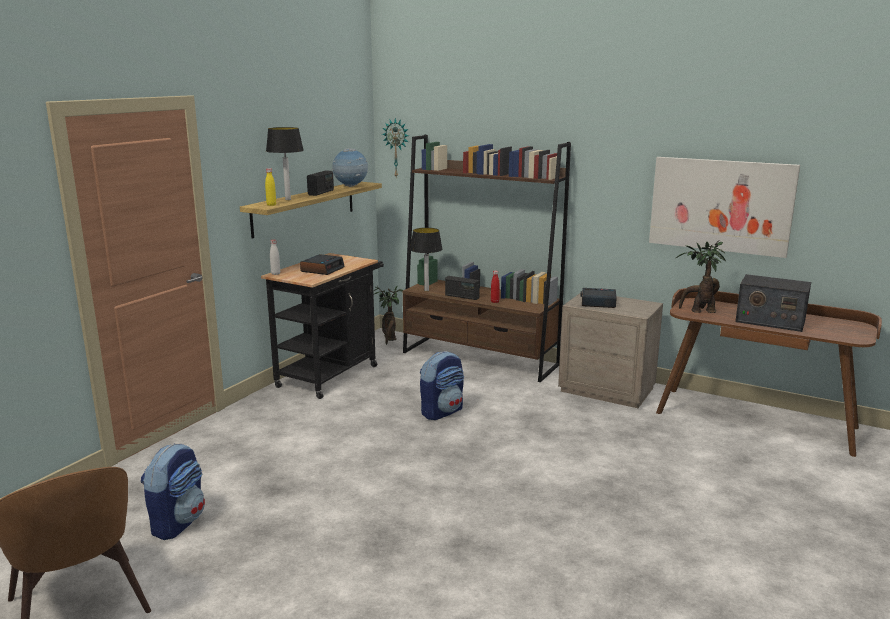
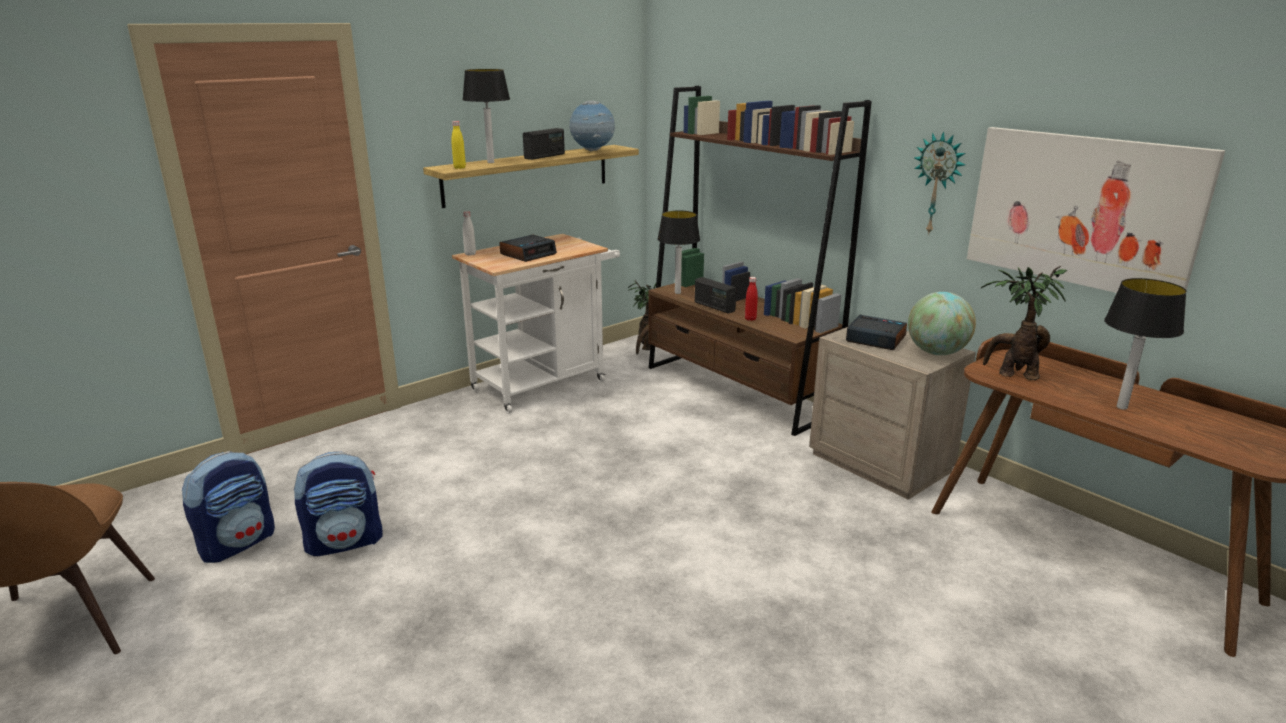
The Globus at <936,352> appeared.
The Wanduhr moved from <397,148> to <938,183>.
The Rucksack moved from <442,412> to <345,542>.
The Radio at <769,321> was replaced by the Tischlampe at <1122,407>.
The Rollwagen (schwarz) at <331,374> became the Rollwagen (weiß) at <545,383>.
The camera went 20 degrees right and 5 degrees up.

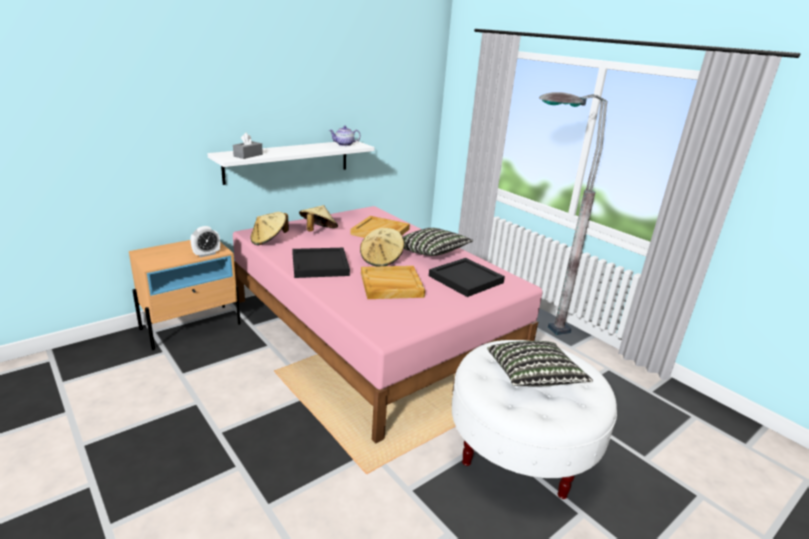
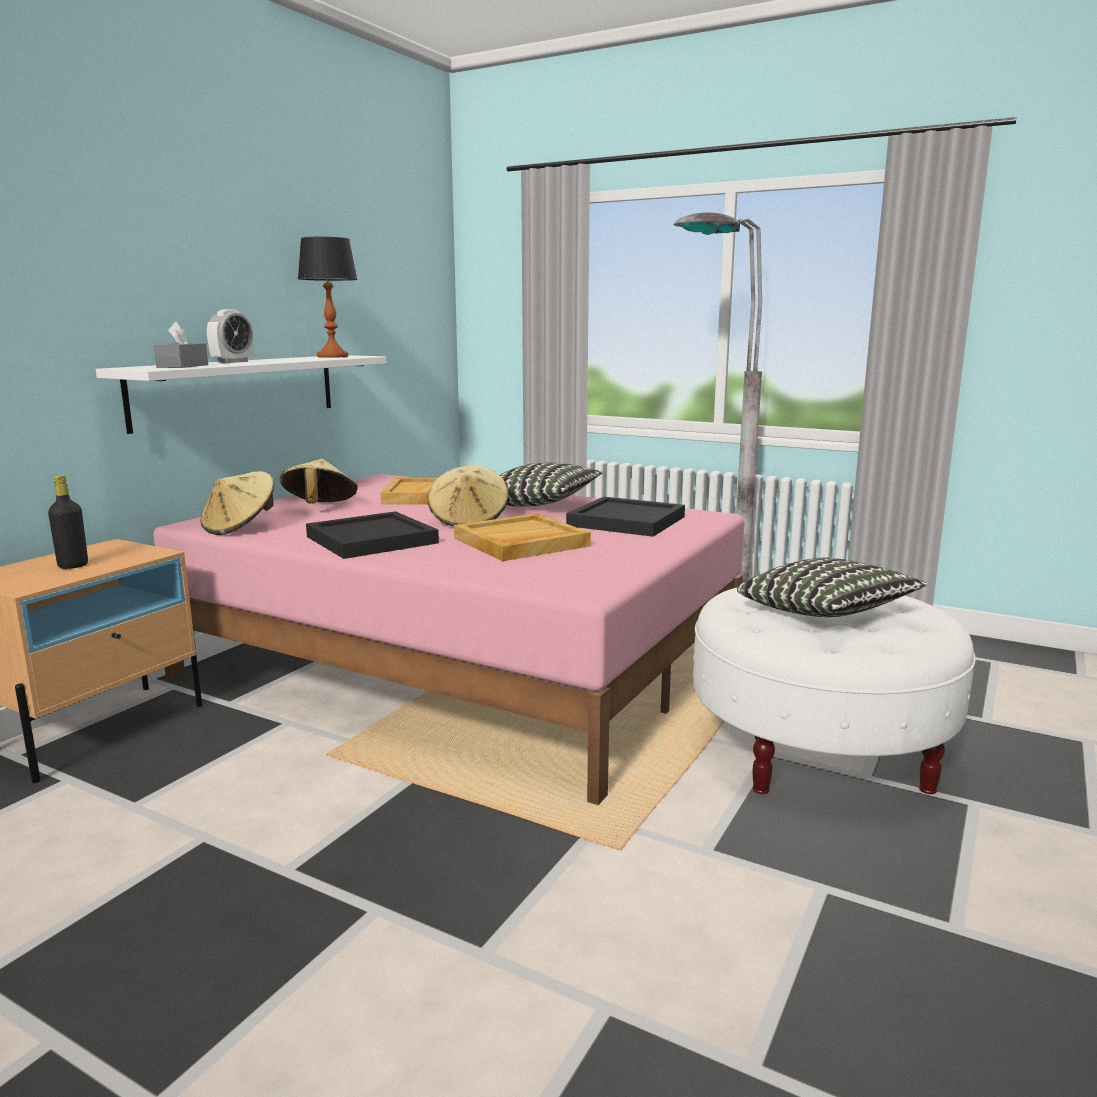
The Flasche (schwarz) at <73,566> appeared.
The Wecker moved from <206,254> to <232,362>.
The Teekanne at <344,144> was replaced by the Tischlampe at <333,356>.
The camera went 20 degrees left and 10 degrees down.

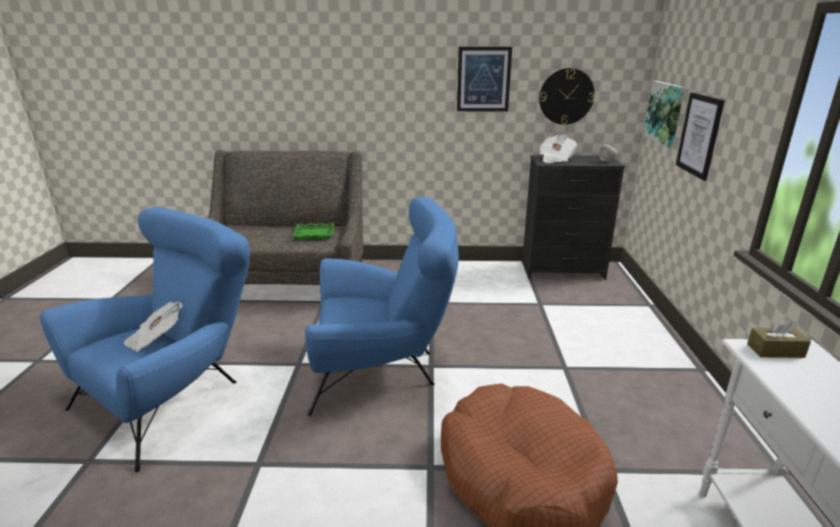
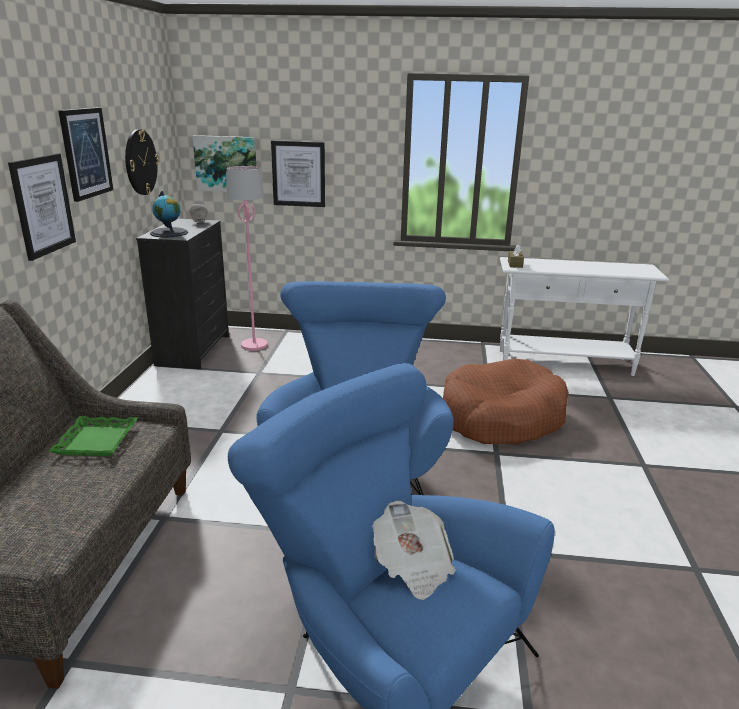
The Bild at <43,205> appeared.
The Stehlampe (rosa) at <254,345> appeared.
The Zeitung at <555,159> was replaced by the Globus at <169,233>.
The camera went 85 degrees left and 0 degrees up.

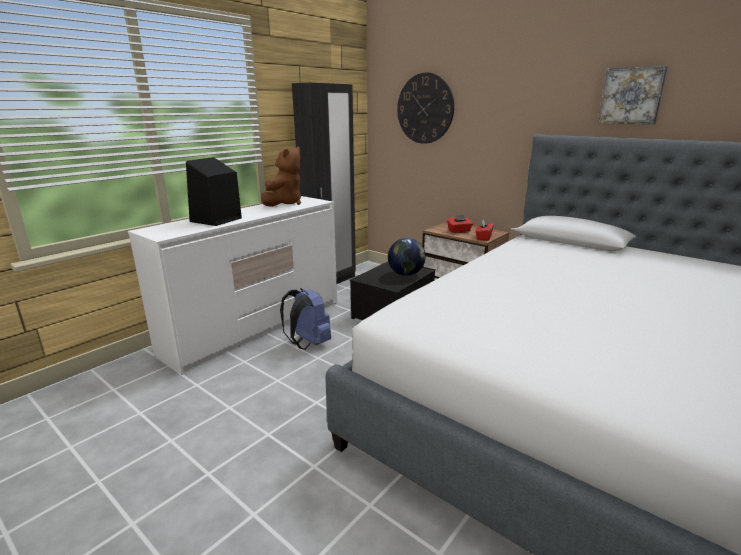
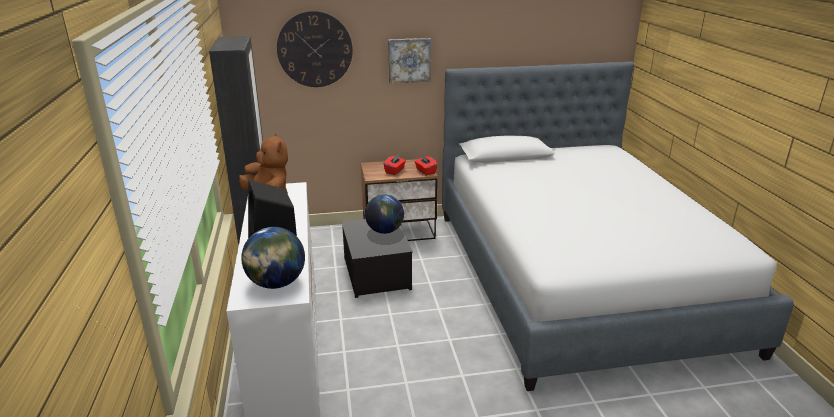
The Rucksack (blau) at <308,344> disappeared.
The Globus at <276,283> appeared.
The Bild moved from <631,96> to <409,60>.
The camera went 50 degrees left and 5 degrees up.

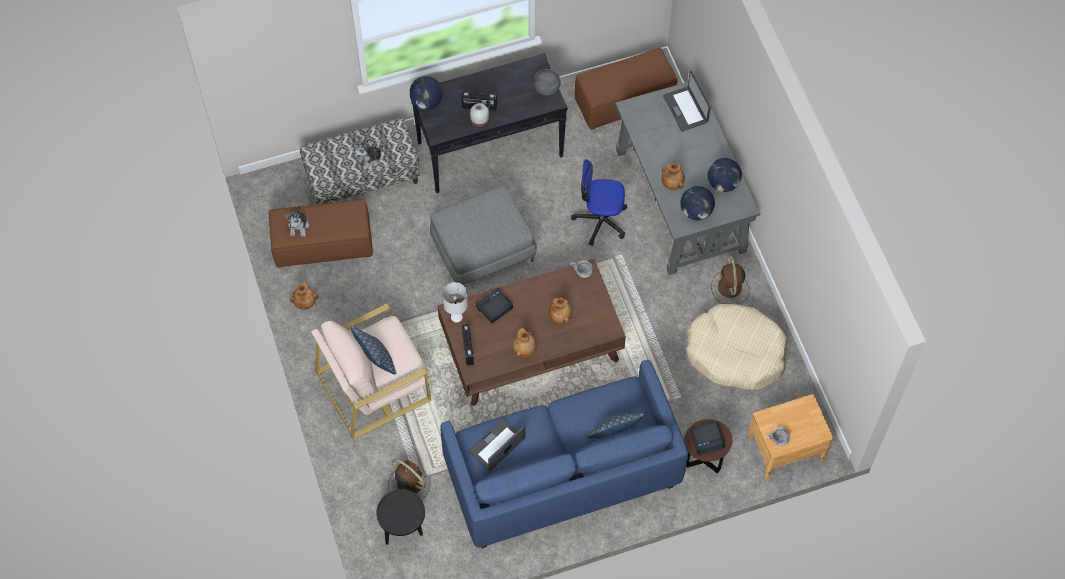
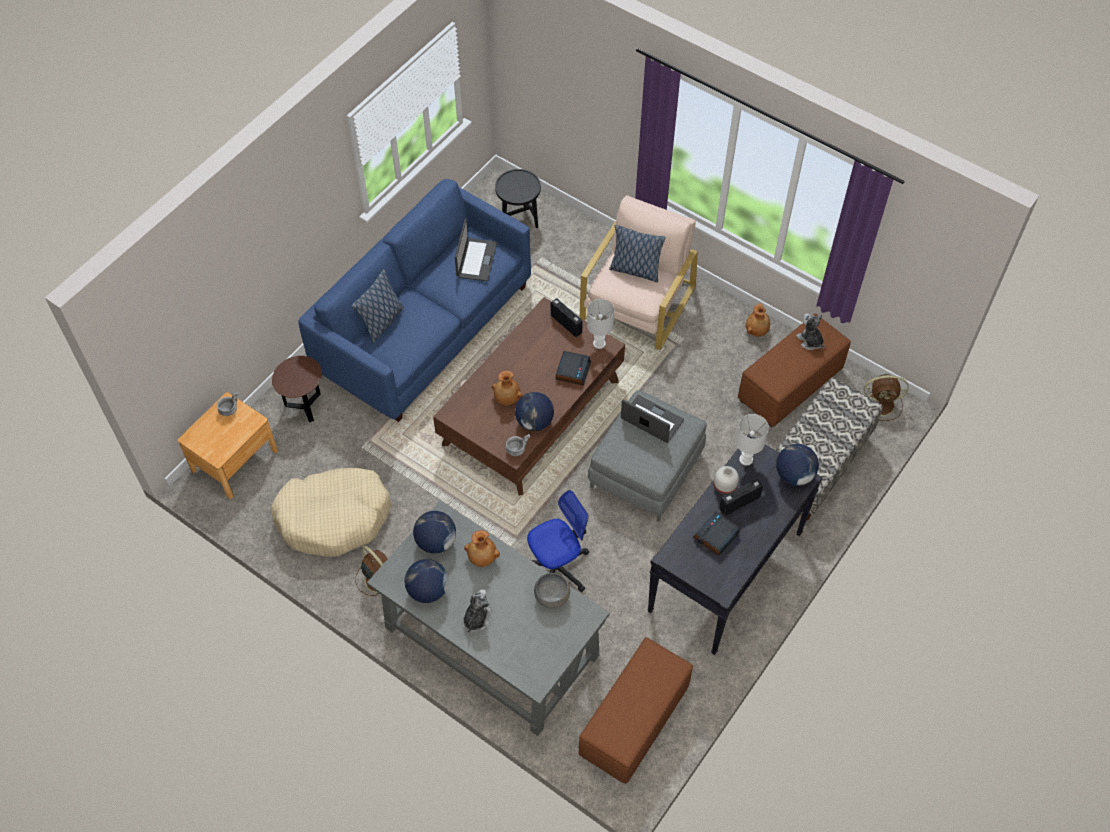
The Vase (braun) at <525,349> disappeared.
The Globus at <534,422> appeared.
The Tischlampe (weiß) at <745,459> appeared.
The Plüschtier moved from <370,159> to <476,618>.
The Ventilator (braun) moved from <408,483> to <882,403>.
The Schüssel (grau) moved from <546,88> to <552,596>.
The Laptop moved from <686,109> to <651,420>.
The Wecker moved from <707,439> to <716,536>.
The camera went 145 degrees right and 5 degrees down.

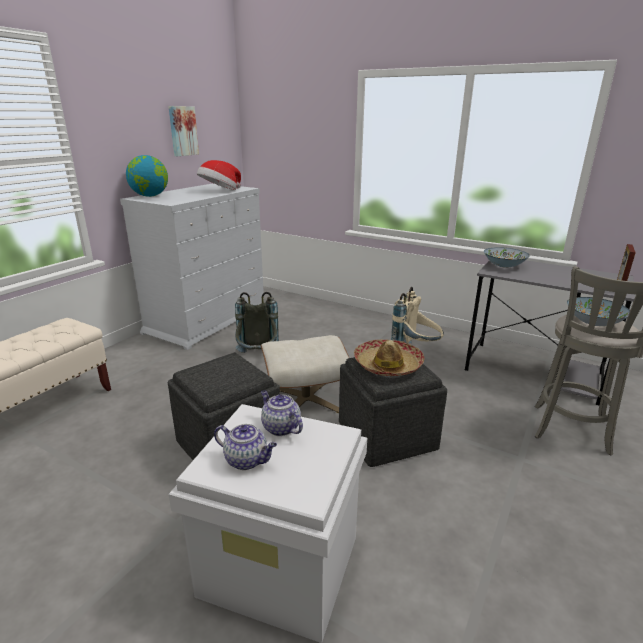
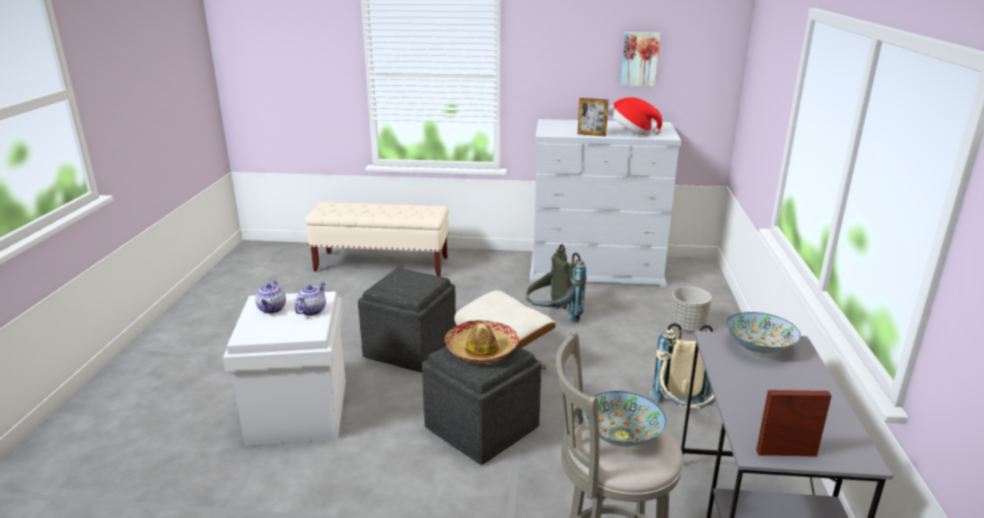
The Globus at <150,196> disappeared.
The Bilderrahmen at <591,134> appeared.
The Pflanzkübel (grau) at <688,326> appeared.
The camera went 65 degrees right and 0 degrees up.

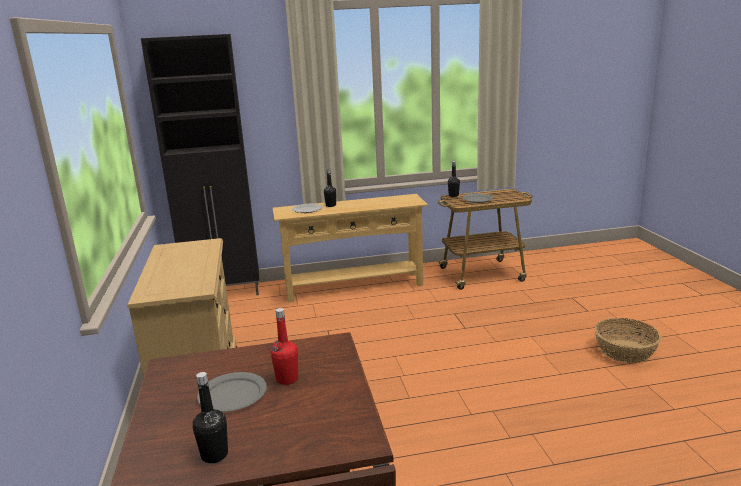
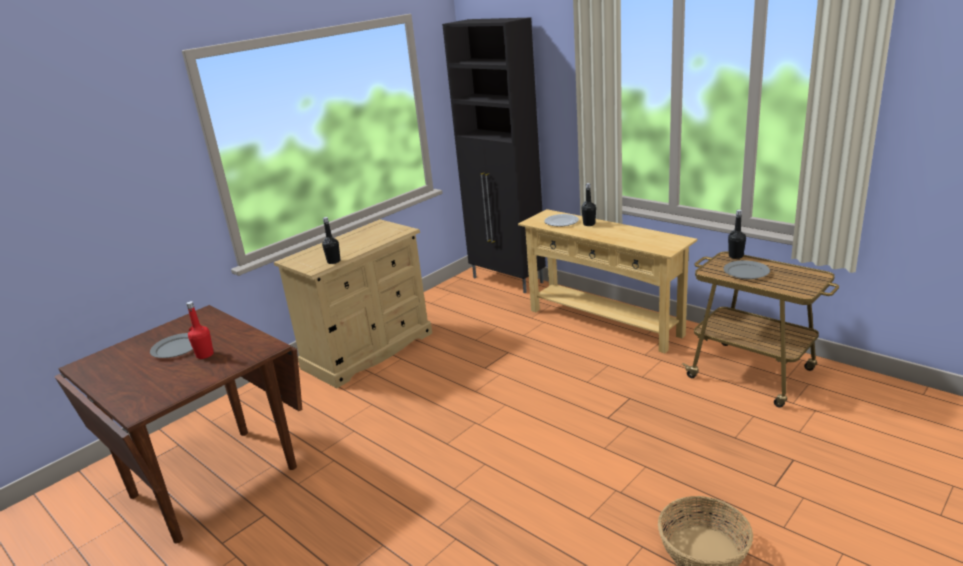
The Flasche (schwarz) moved from <214,455> to <334,261>.
The camera went 55 degrees right and 5 degrees up.

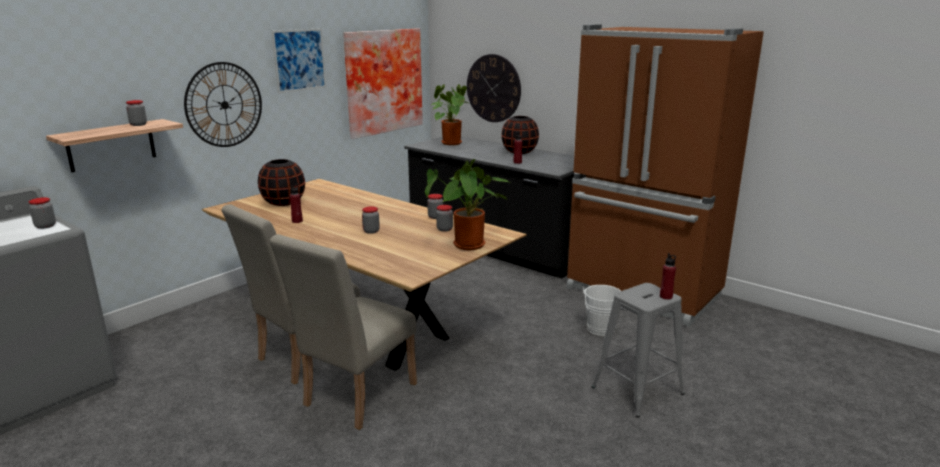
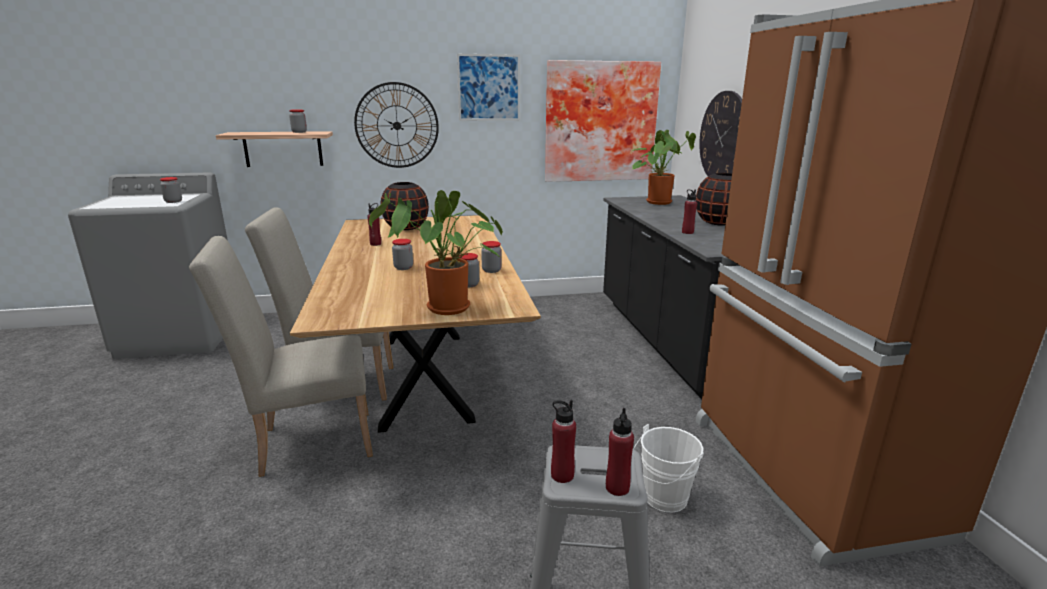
The Flasche (rot) at <562,475> appeared.
The camera went 40 degrees right and 0 degrees up.

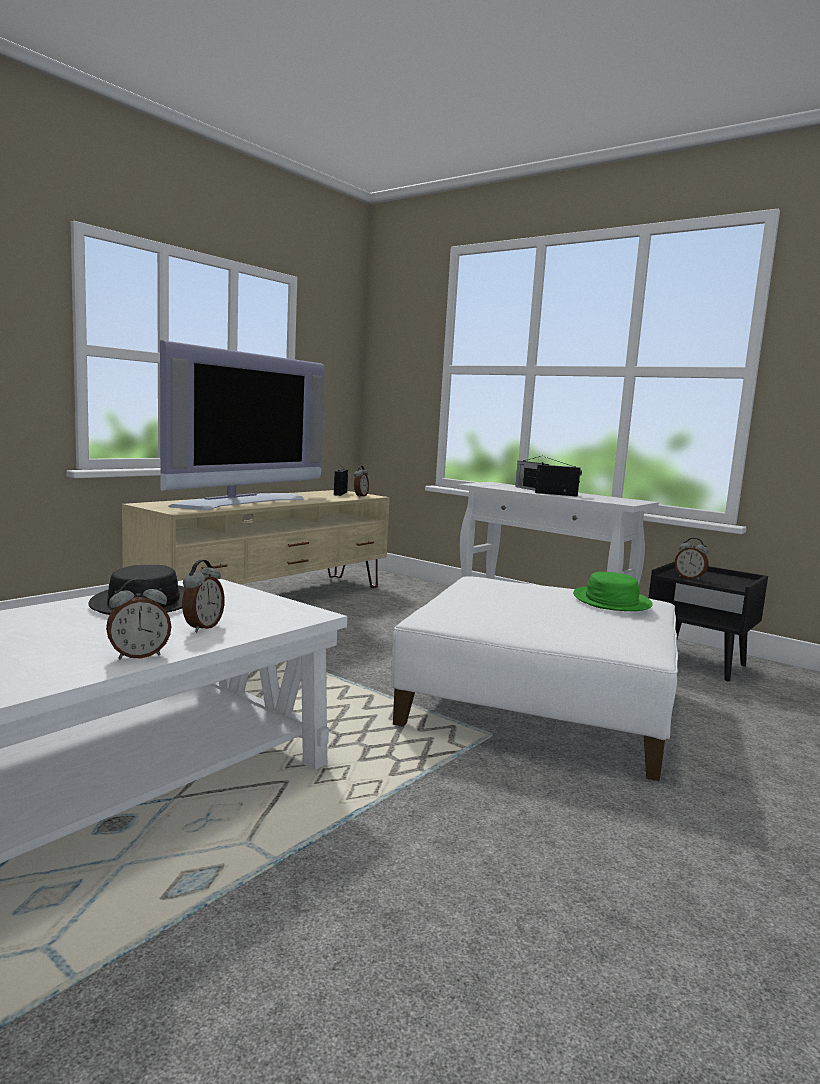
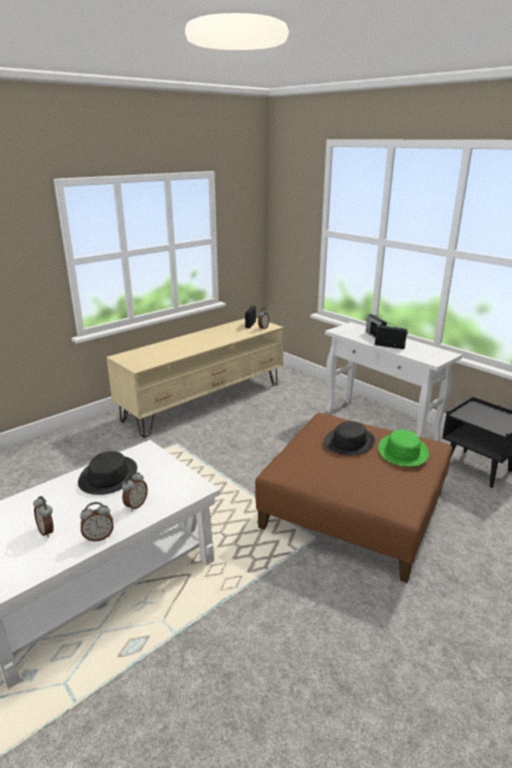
The Fernseher at <241,501> disappeared.
The Hut (schwarz) at <349,442> appeared.
The Wecker moved from <689,578> to <47,531>.
The Polsterhocker (weiß) at <540,705> became the Polsterhocker (braun) at <354,510>.
The camera went 10 degrees right and 15 degrees up.

